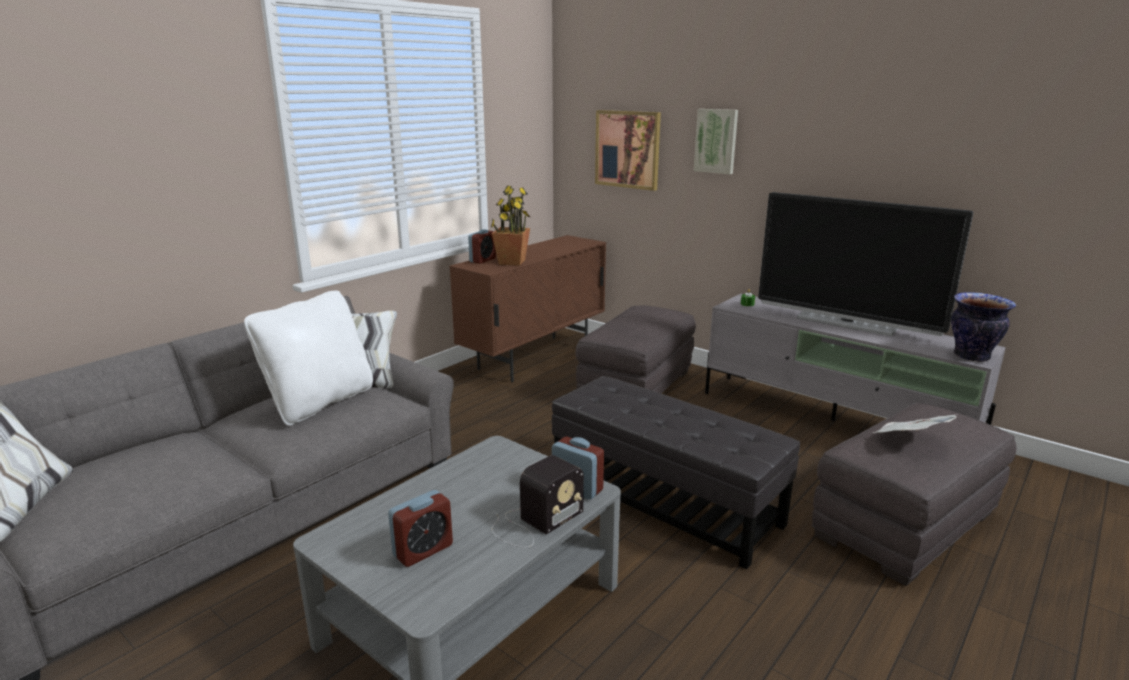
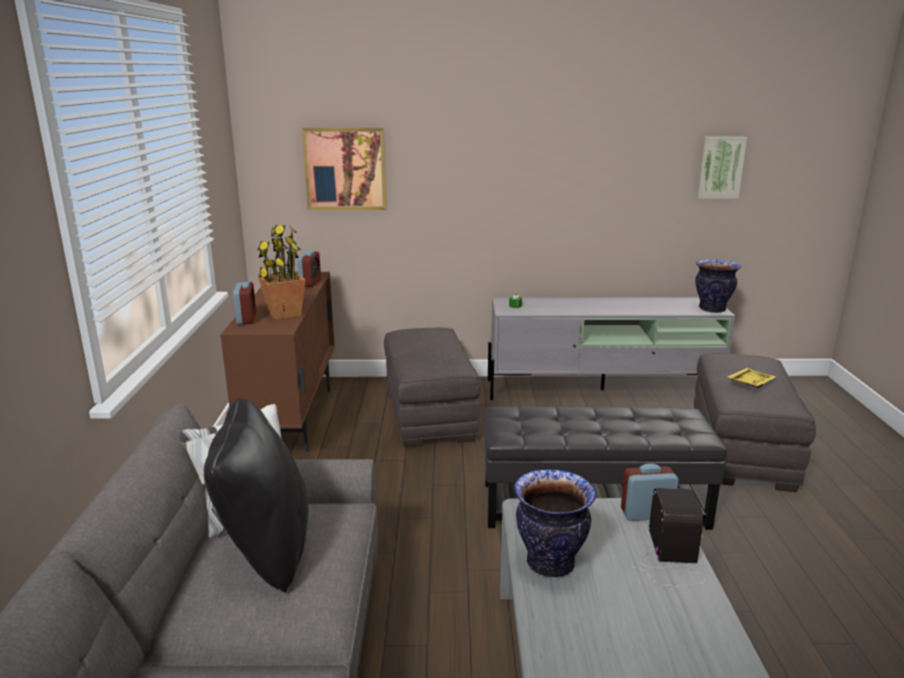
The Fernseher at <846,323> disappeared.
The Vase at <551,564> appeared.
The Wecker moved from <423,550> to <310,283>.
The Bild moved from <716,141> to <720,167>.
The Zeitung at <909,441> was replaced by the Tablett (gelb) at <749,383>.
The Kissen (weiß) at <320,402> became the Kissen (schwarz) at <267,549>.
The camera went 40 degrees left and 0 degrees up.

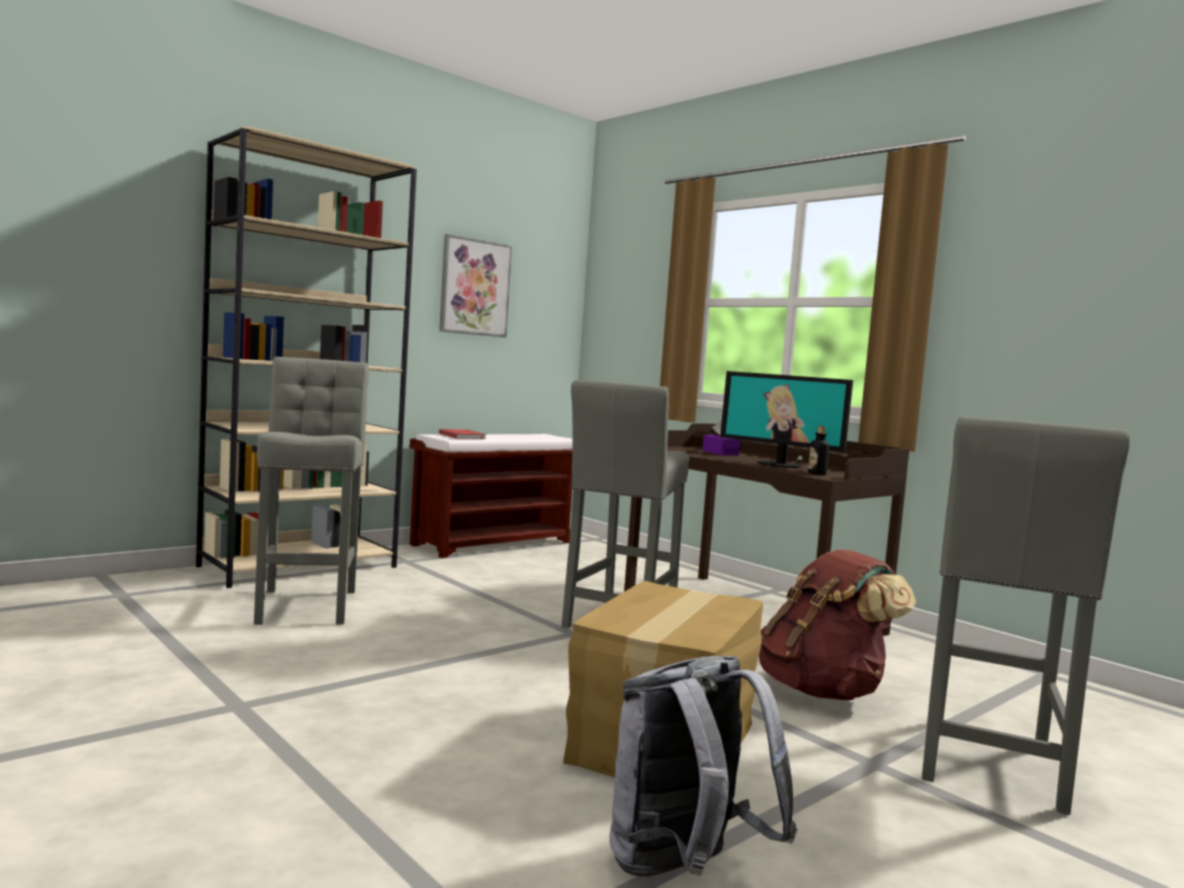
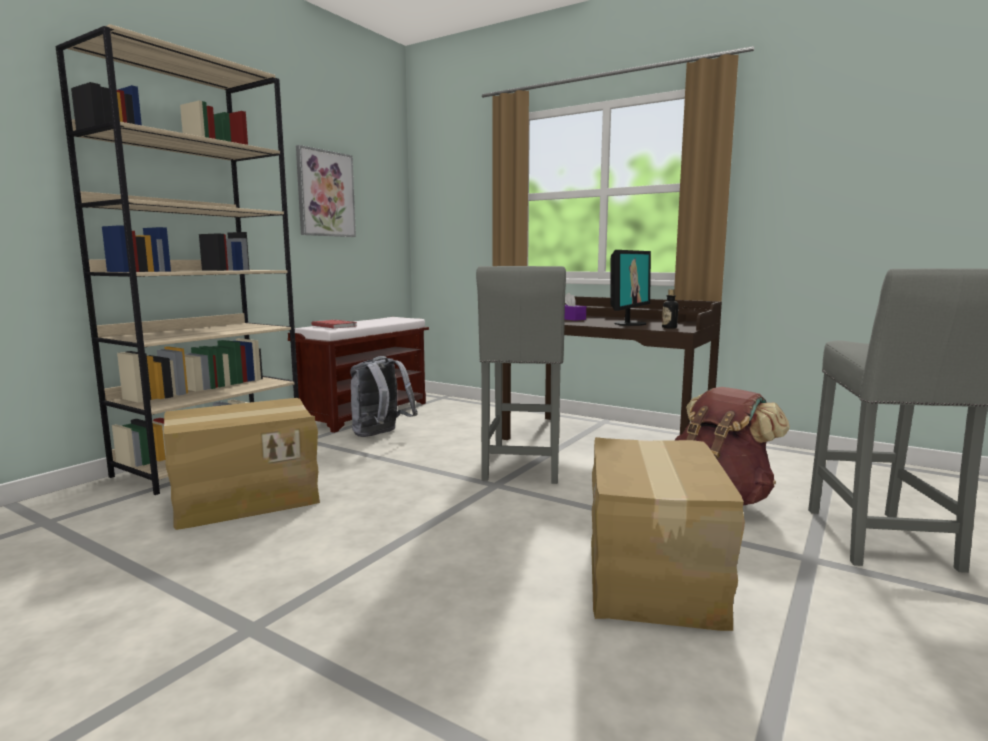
The Rucksack (grau) moved from <683,871> to <380,435>.
The Hocker (grau) at <307,604> was replaced by the Karton at <246,498>.
The Monitor at <780,465> turned 75 degrees counterclockwise.
The camera went 15 degrees left and 5 degrees up.

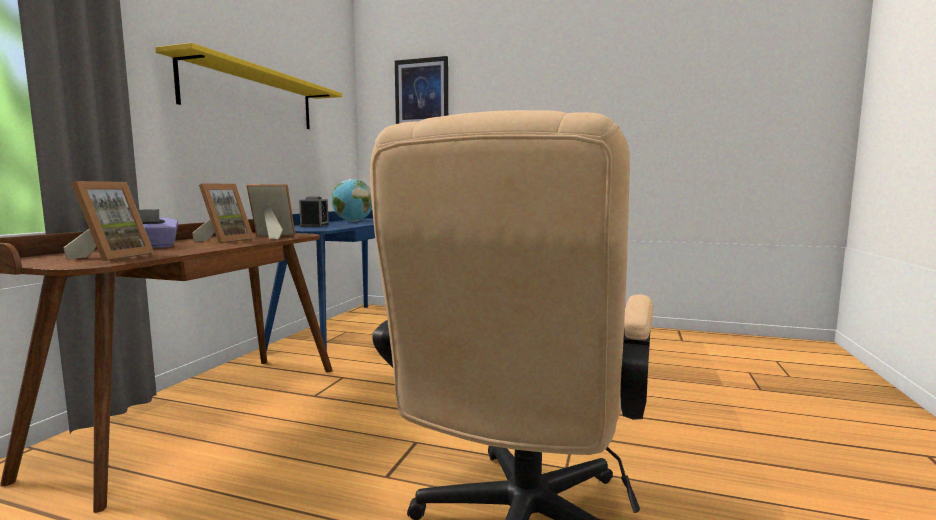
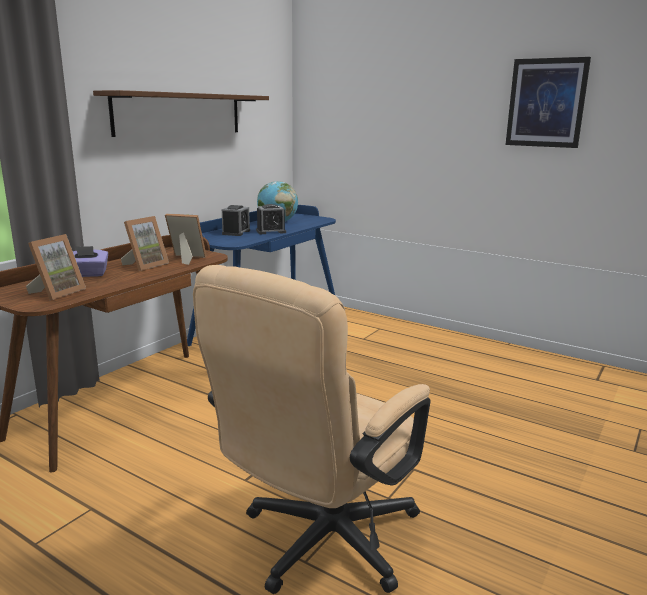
The Wecker at <271,231> appeared.
The Bild moved from <421,93> to <546,103>.
The Wandregal (gelb) at <252,97> became the Wandregal (braun) at <180,114>.
The camera went 15 degrees right and 10 degrees up.

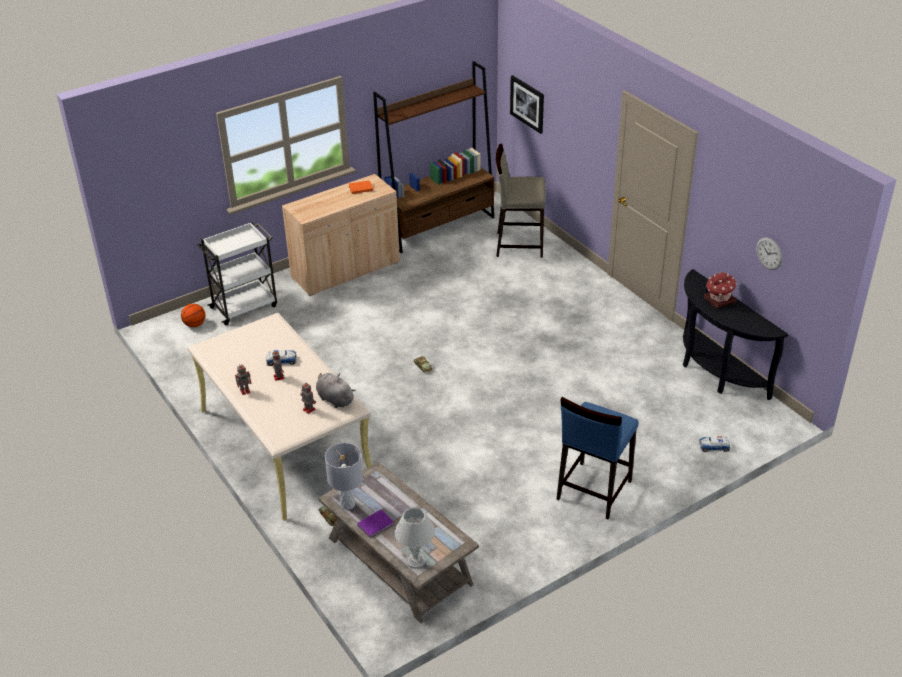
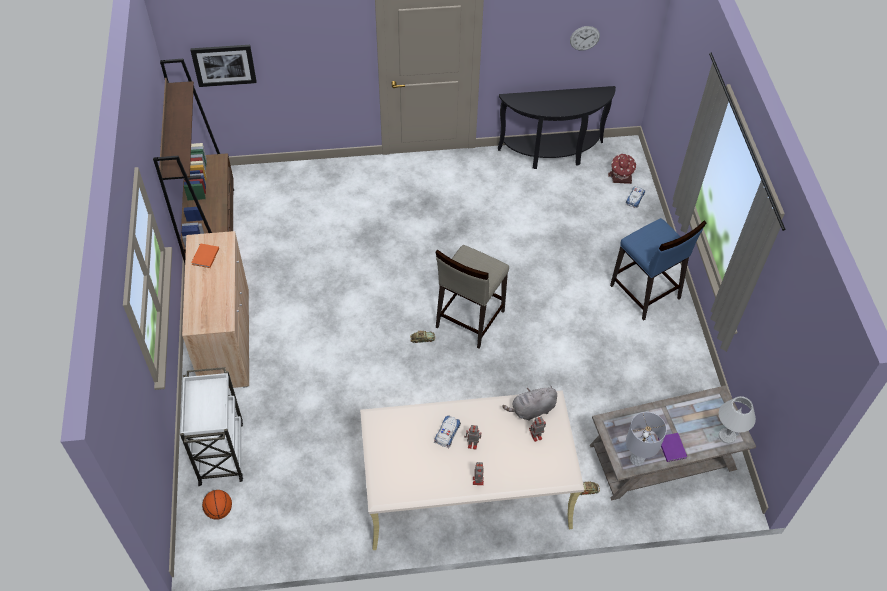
The Hocker (beige) moved from <519,244> to <469,319>.
The Spielzeughaus moved from <718,300> to <621,176>.
The camera went 65 degrees left and 15 degrees up.

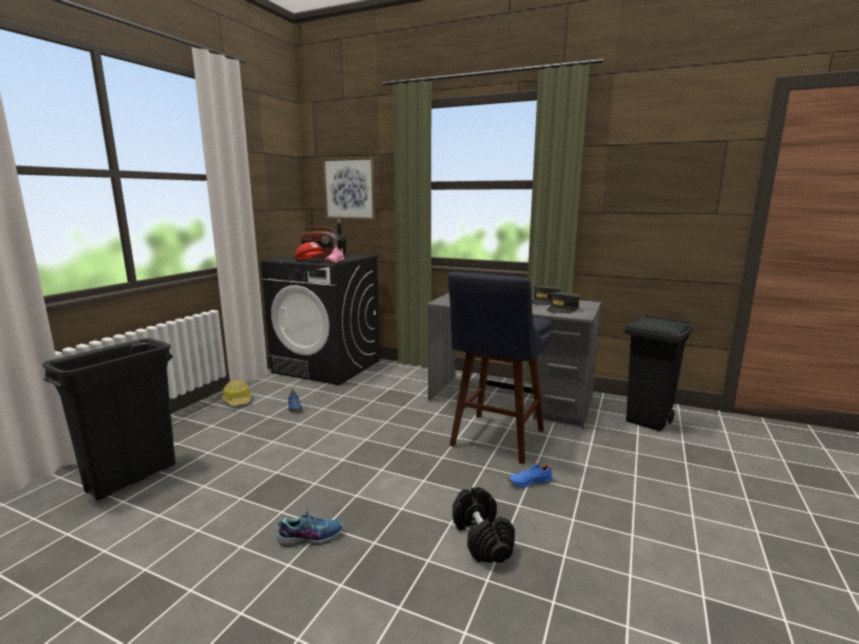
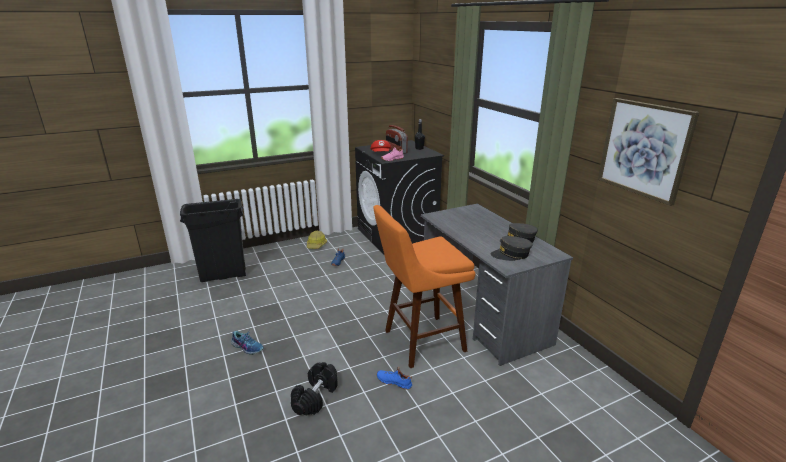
The Mülleimer (schwarz) at <648,421> disappeared.
The Bild moved from <349,189> to <644,149>.
The Hocker (blau) at <495,440> became the Hocker (orange) at <419,342>.
The camera went 40 degrees right and 10 degrees up.

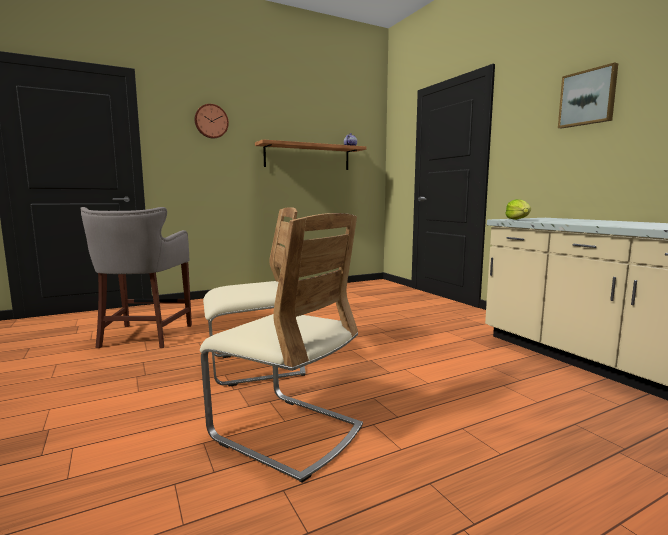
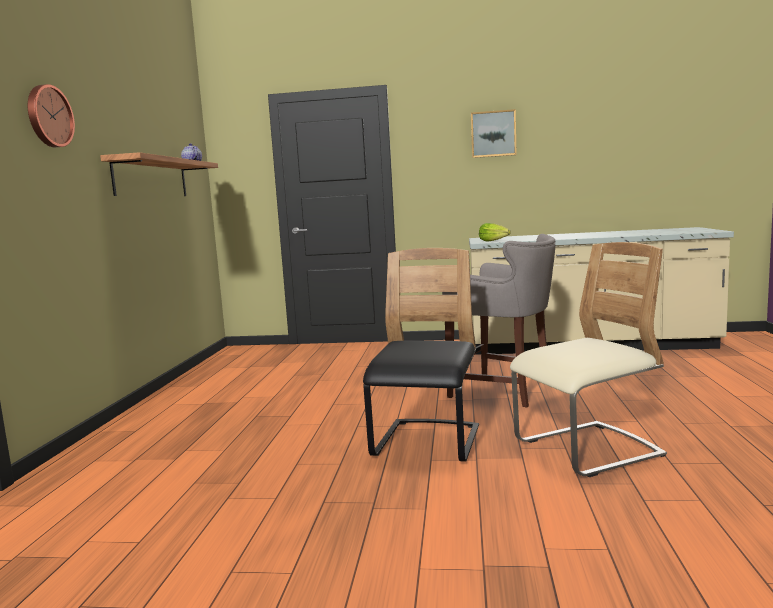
The Hocker (grau) moved from <144,337> to <505,391>.
The Stuhl (beige) at <255,366> became the Stuhl (schwarz) at <427,443>.
The camera went 55 degrees left and 0 degrees up.

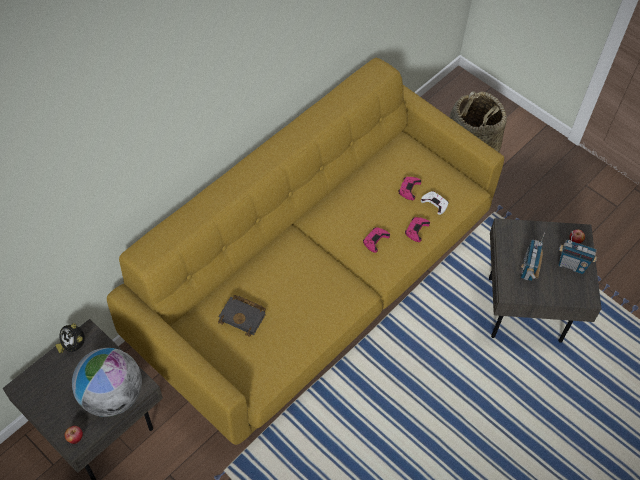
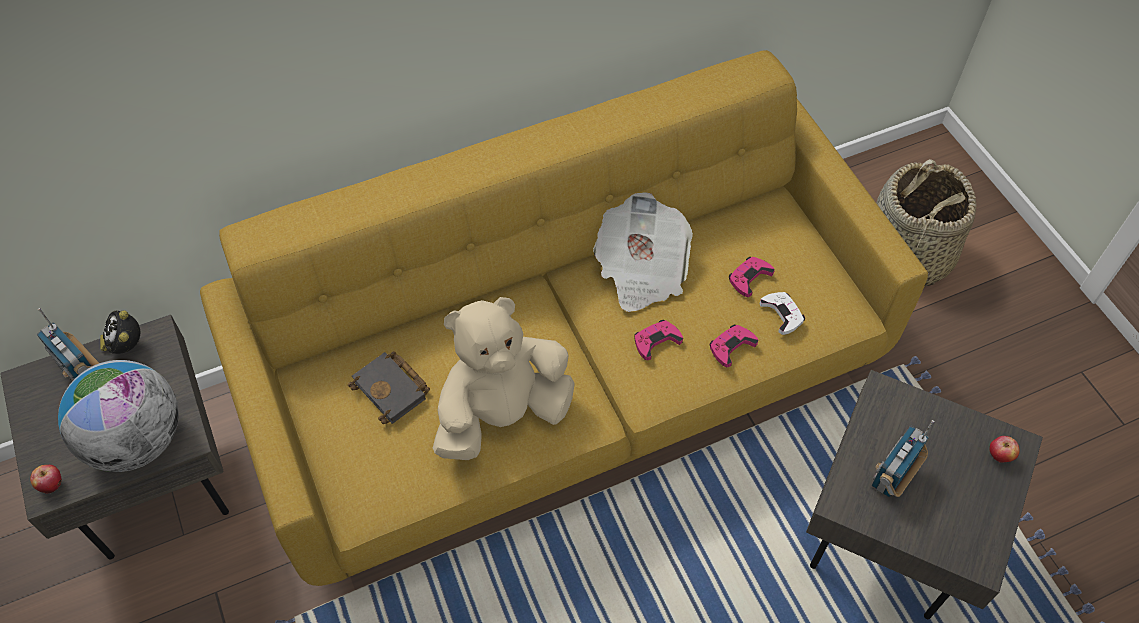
The Plüschtier (beige) at <502,414> appeared.
The Zeitung at <641,270> appeared.
The Radio moved from <571,265> to <81,371>.
The camera went 25 degrees right and 0 degrees up.

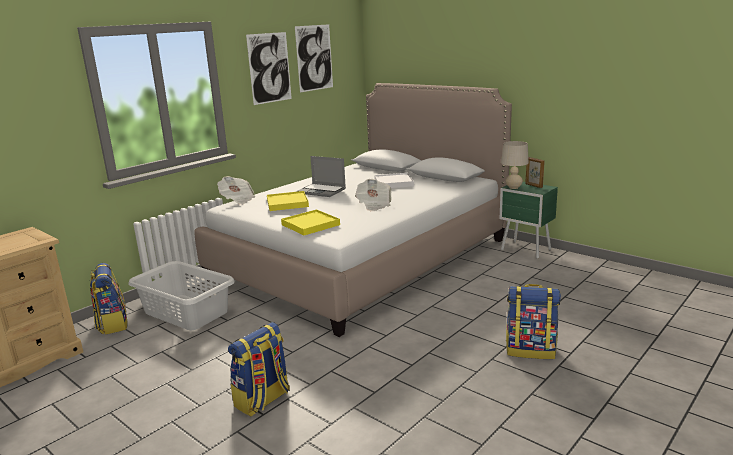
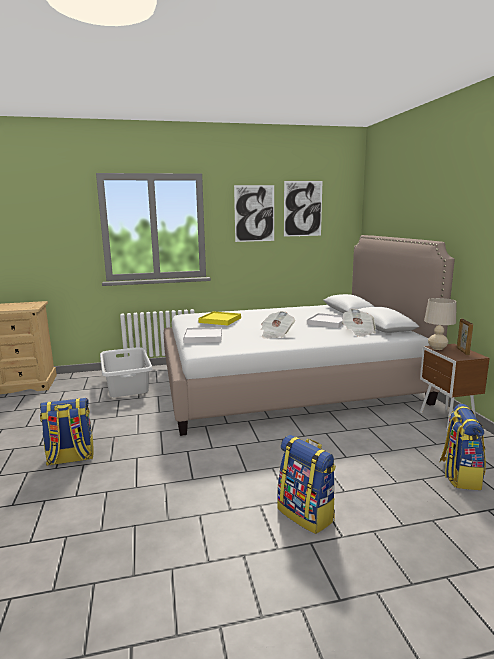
The Laptop at <322,191> disappeared.
The Rucksack moved from <112,324> to <459,475>.
The Zeitung moved from <237,200> to <358,332>.
The Tablett (gelb) at <310,225> became the Tablett (weiß) at <203,337>.
The Nachttisch (grün) at <526,250> became the Nachttisch (braun) at <447,421>.
The camera went 35 degrees right and 5 degrees down.

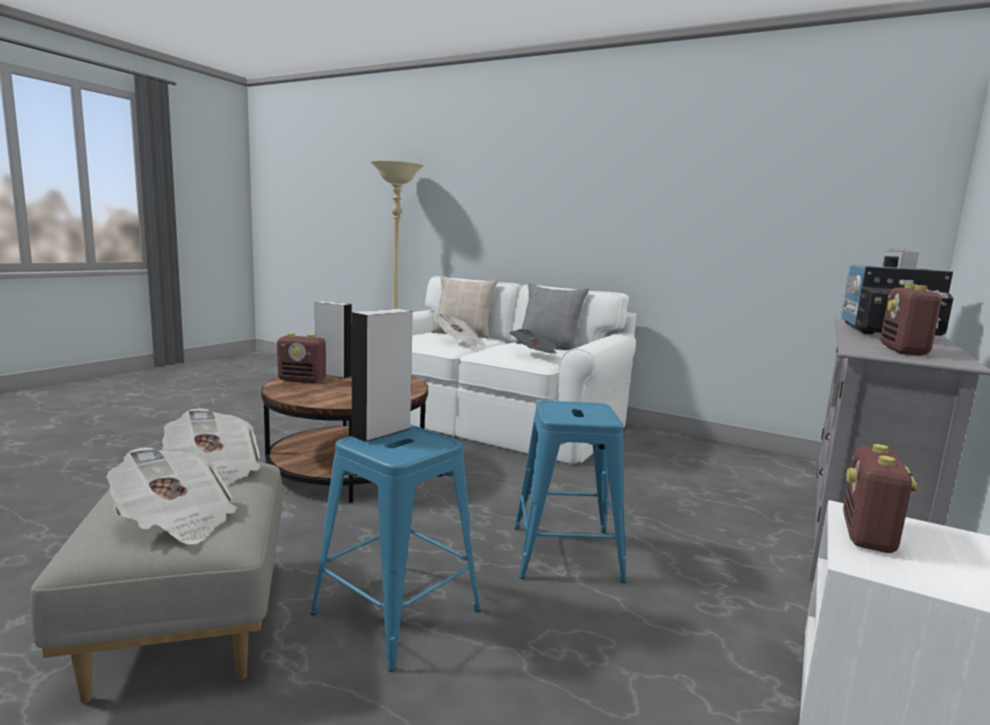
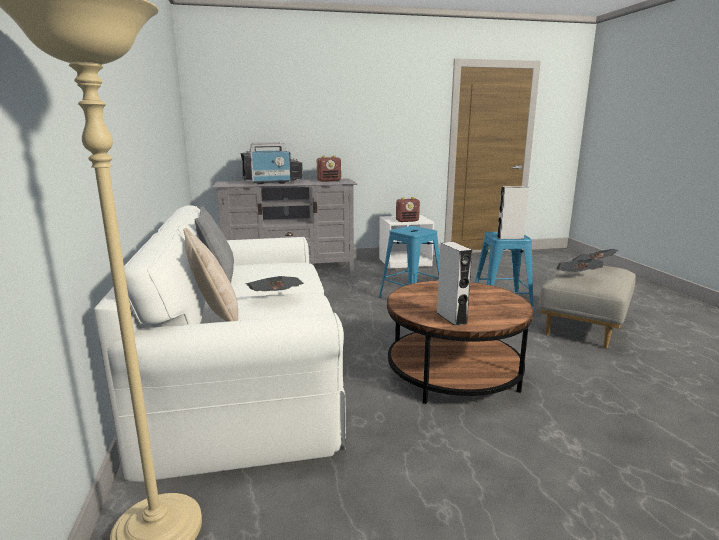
The Radio at <302,380> disappeared.
The Zeitung at <535,356> disappeared.
The camera went 130 degrees left and 5 degrees up.

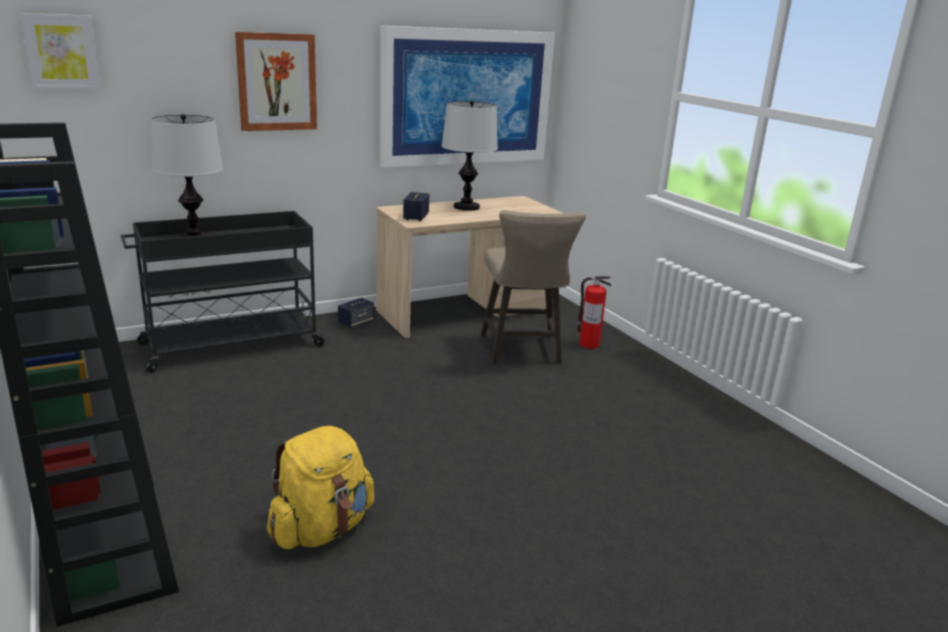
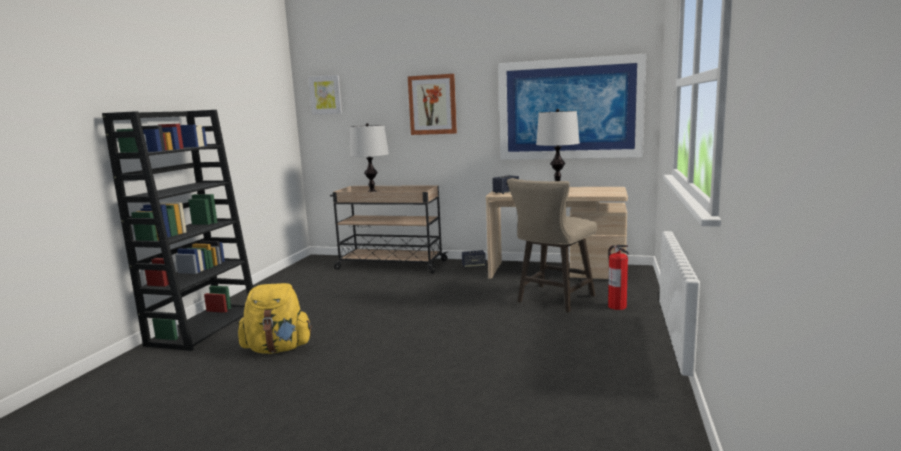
The Rollwagen (schwarz) at <230,345> became the Rollwagen (beige) at <390,265>.
The camera went 45 degrees right and 10 degrees down.

